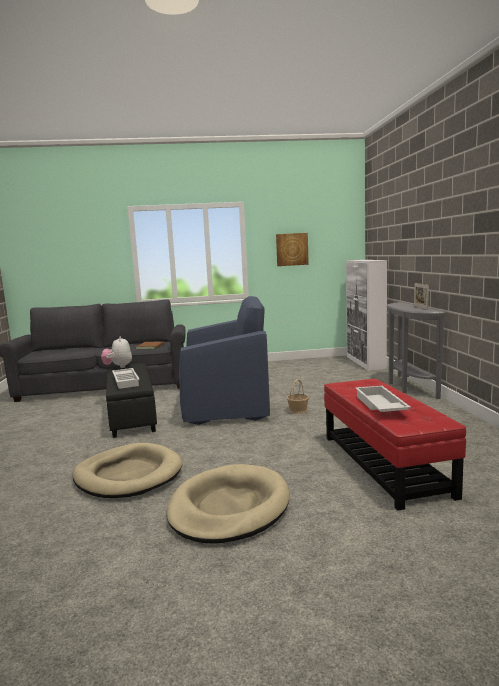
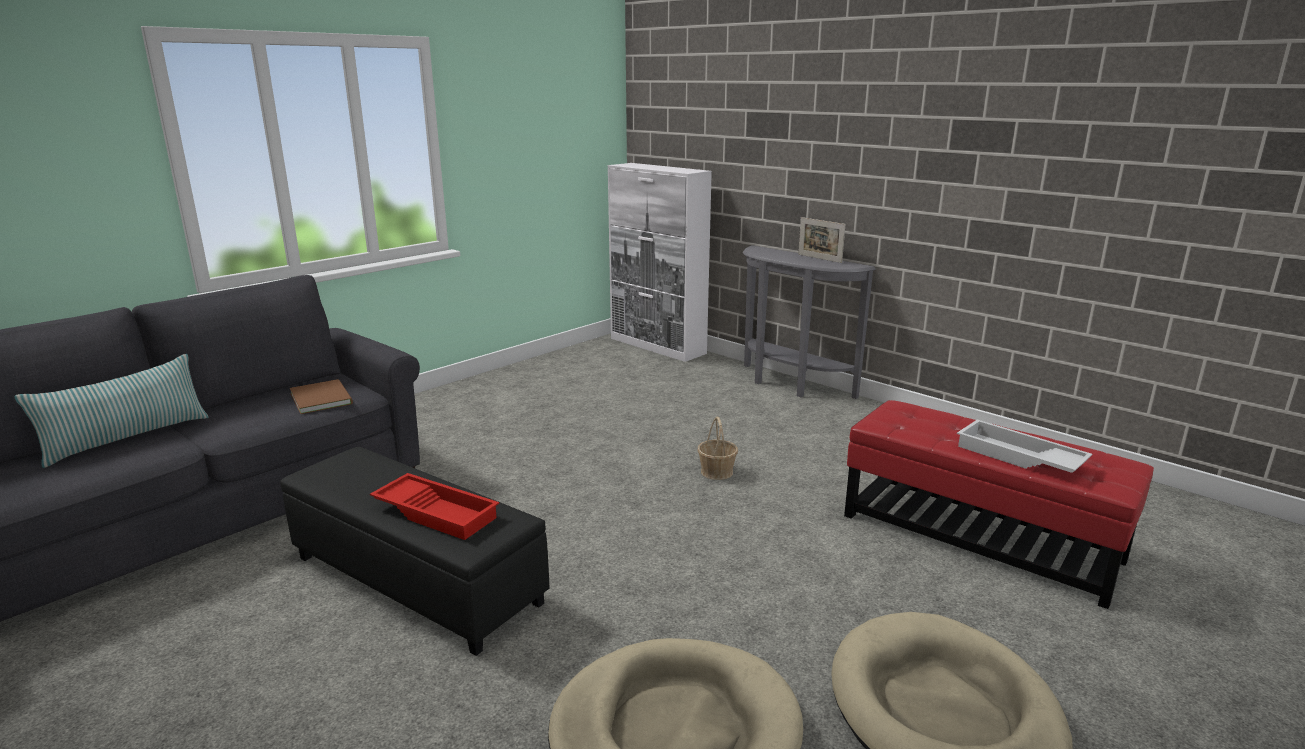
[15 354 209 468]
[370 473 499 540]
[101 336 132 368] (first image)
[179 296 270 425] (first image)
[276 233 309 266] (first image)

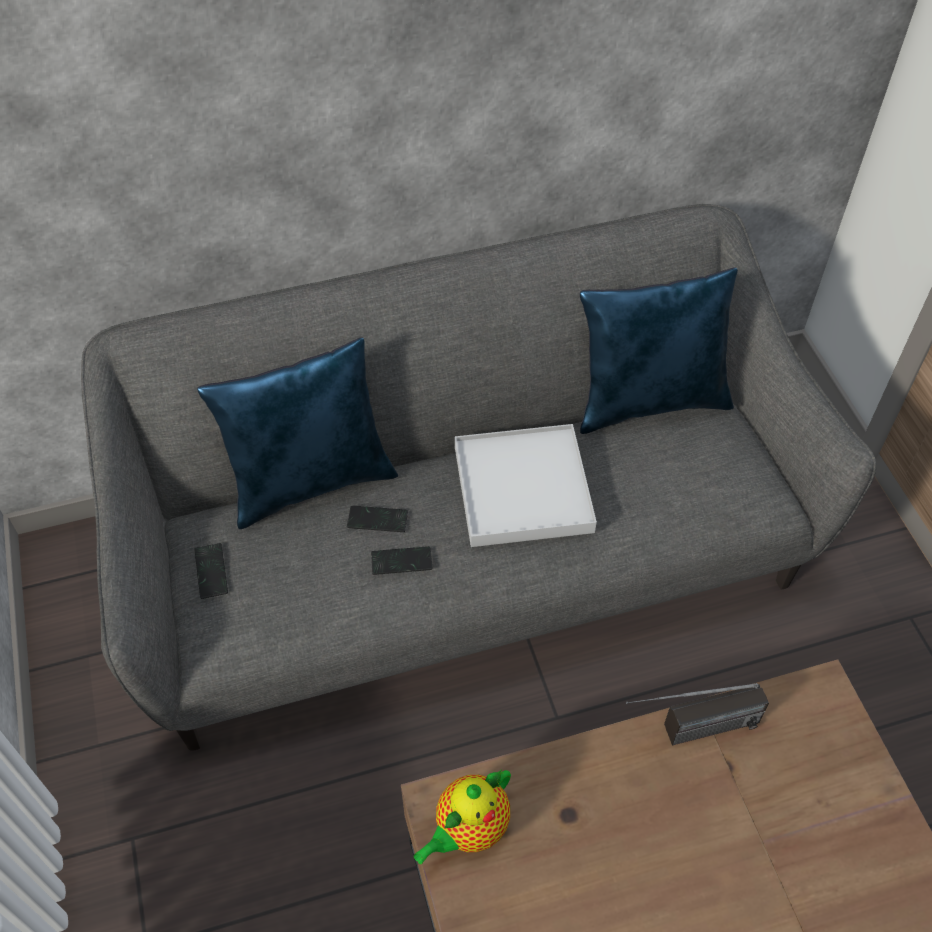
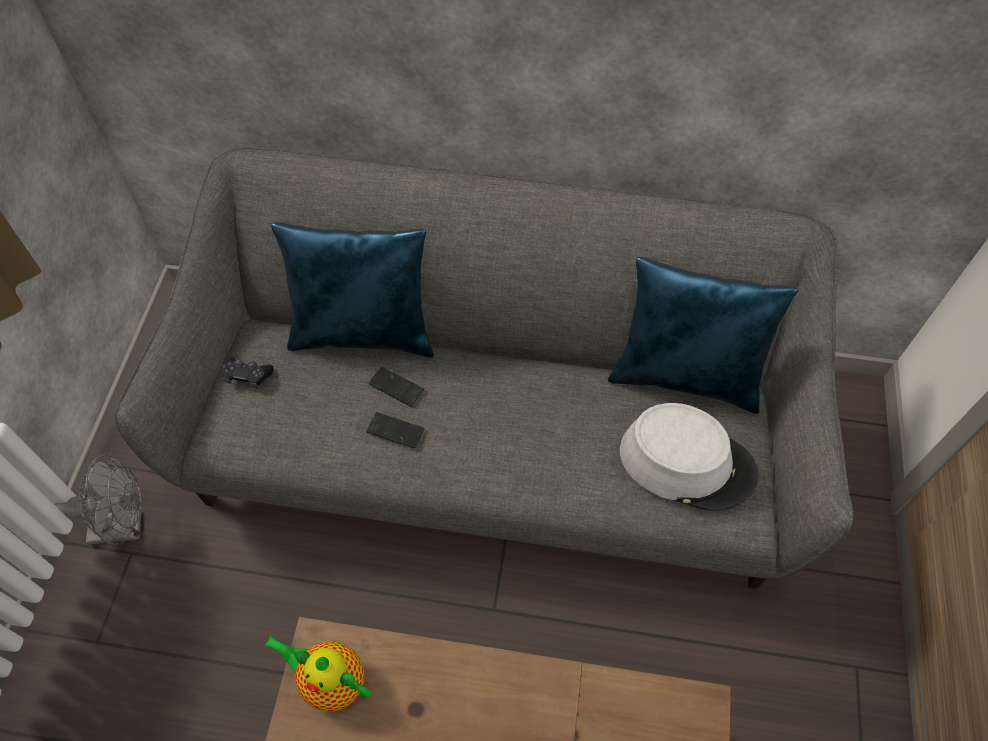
[54 454 142 546]
[221 358 274 388]
[265 636 371 712]
[620 403 759 511]
[455 424 597 547] (first image)
[626 683 769 745] (first image)

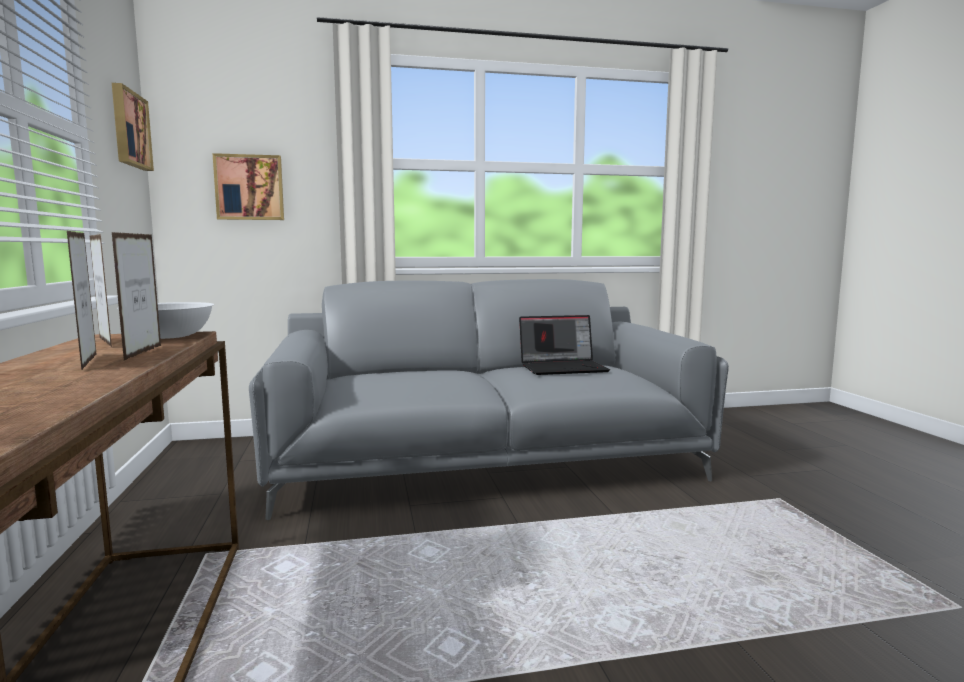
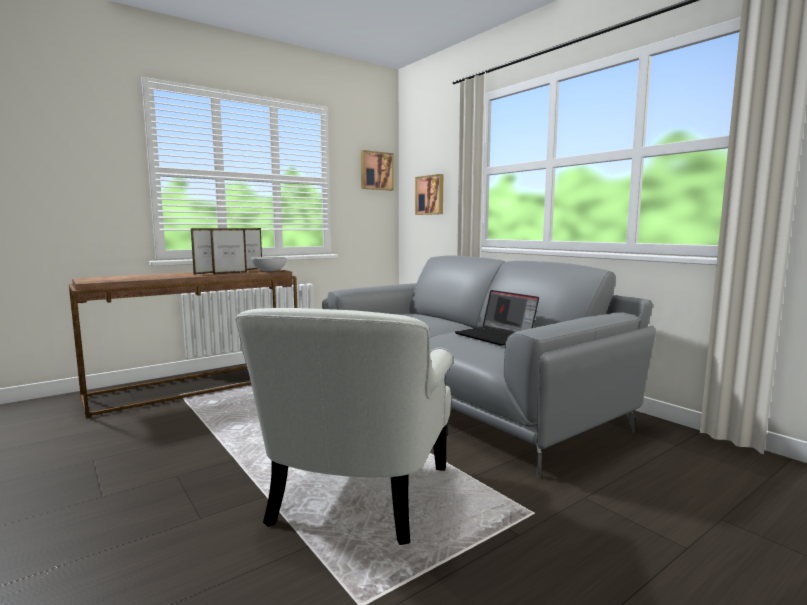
[235 308 454 545]

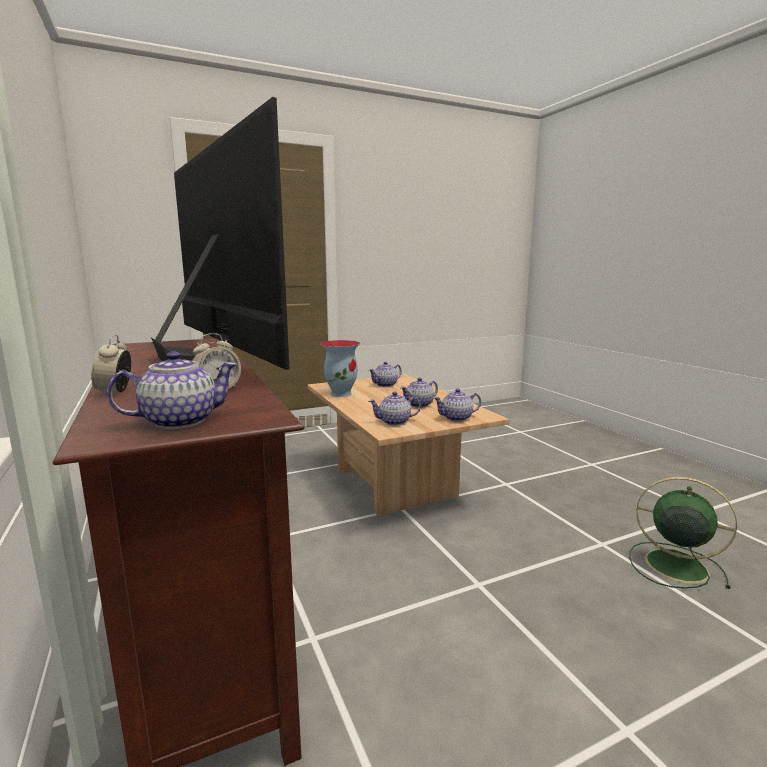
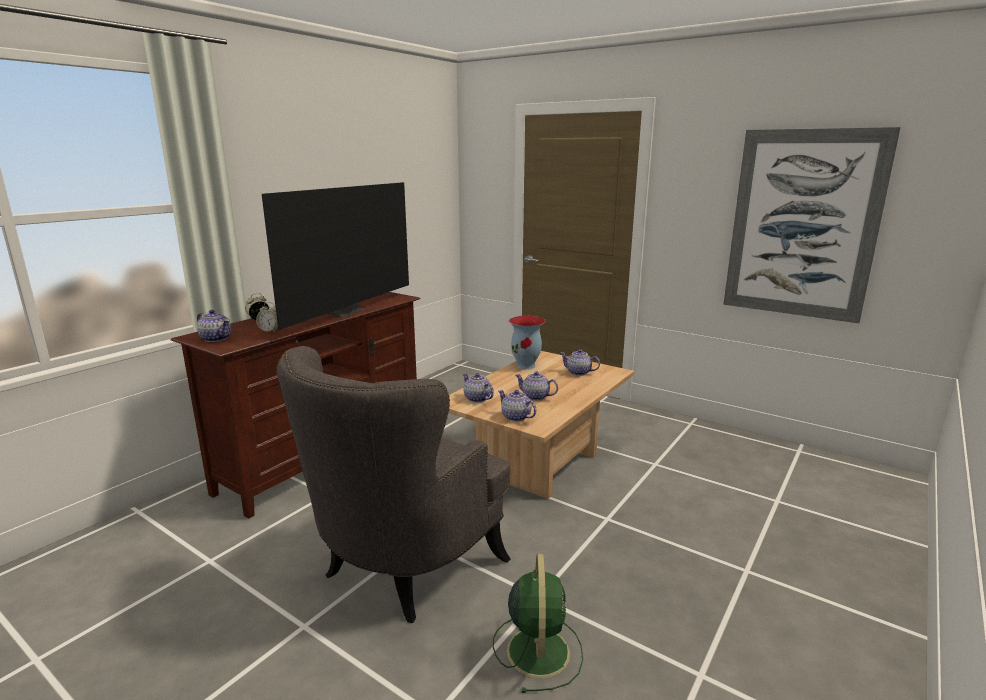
[276 346 511 623]
[723 127 901 323]

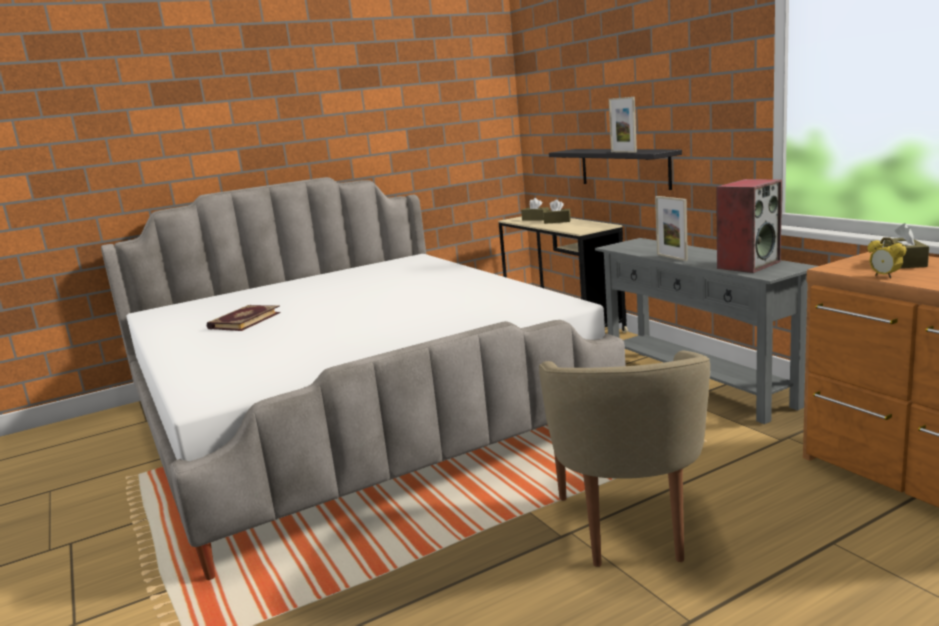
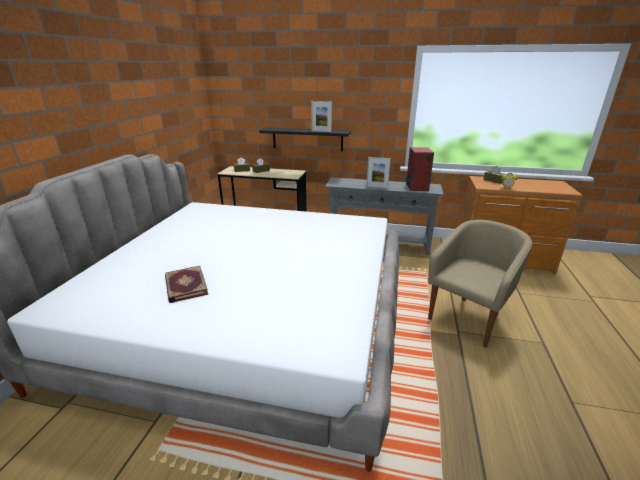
[428 220 532 347]

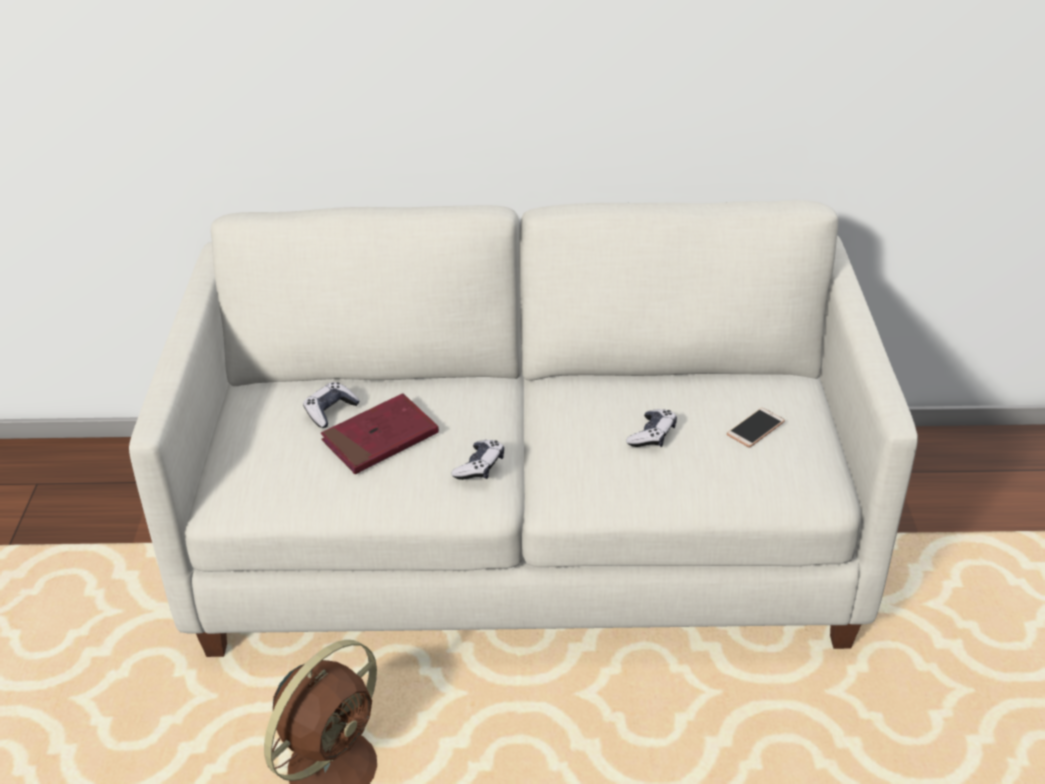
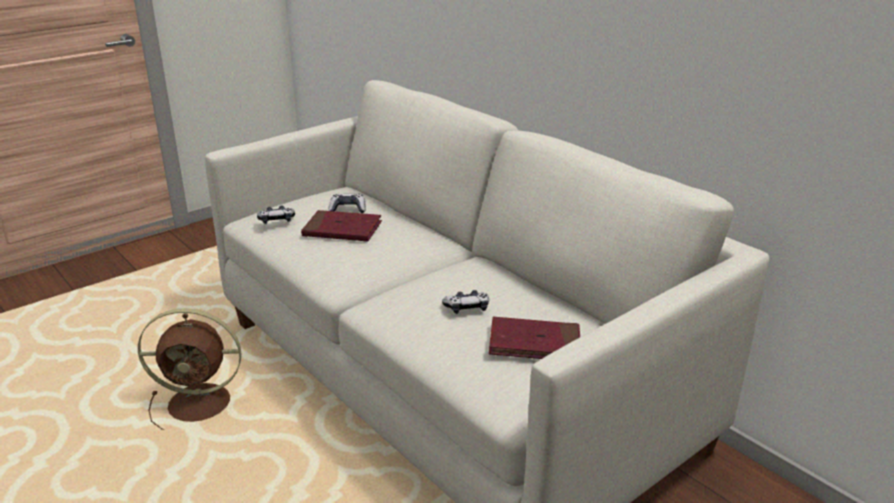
[257 206 295 224]
[489 317 580 359]

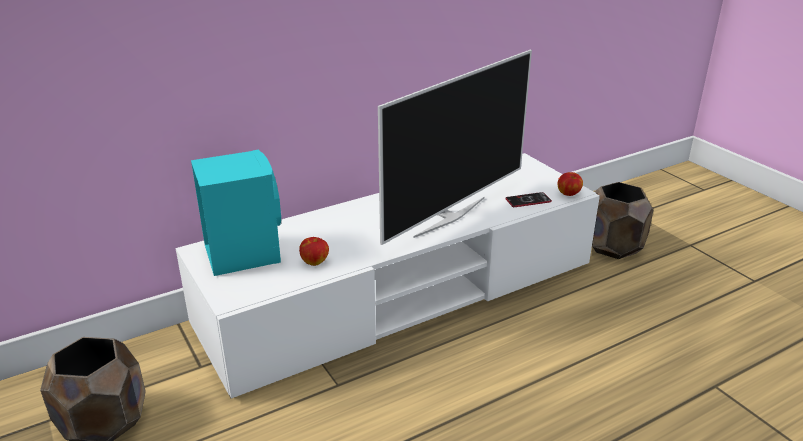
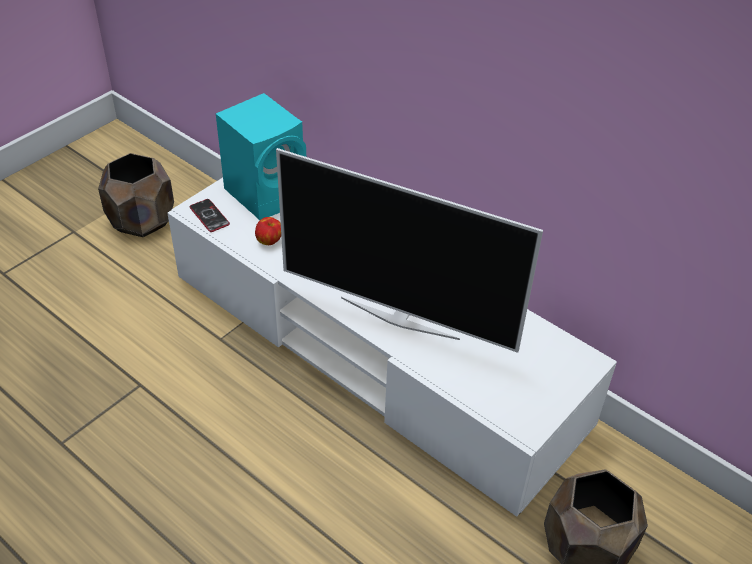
[190 199 230 232]
[558 172 583 196] (first image)

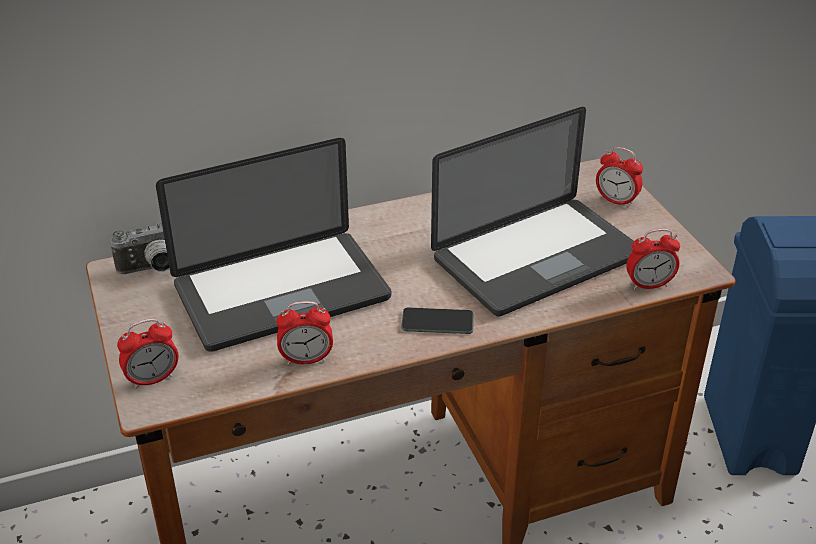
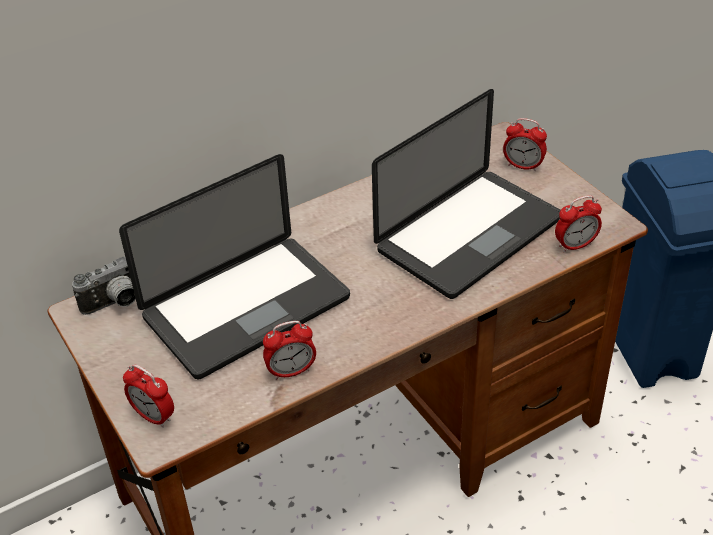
[123 364 174 428]
[401 308 474 334] (first image)

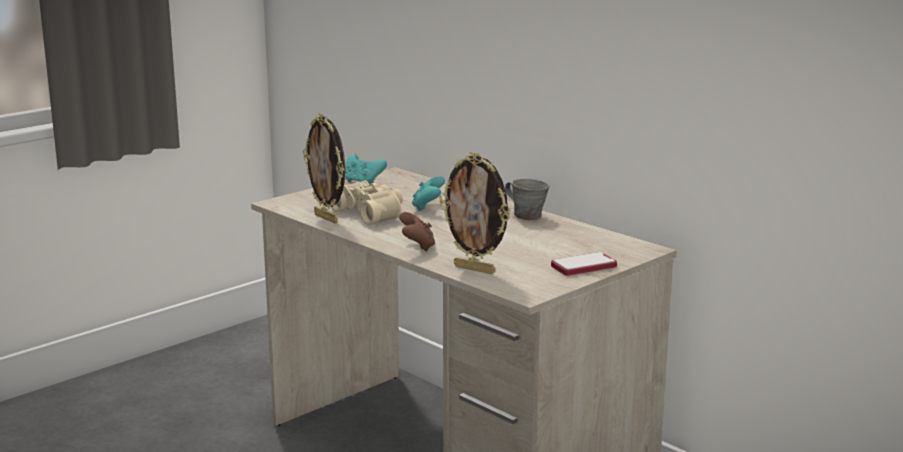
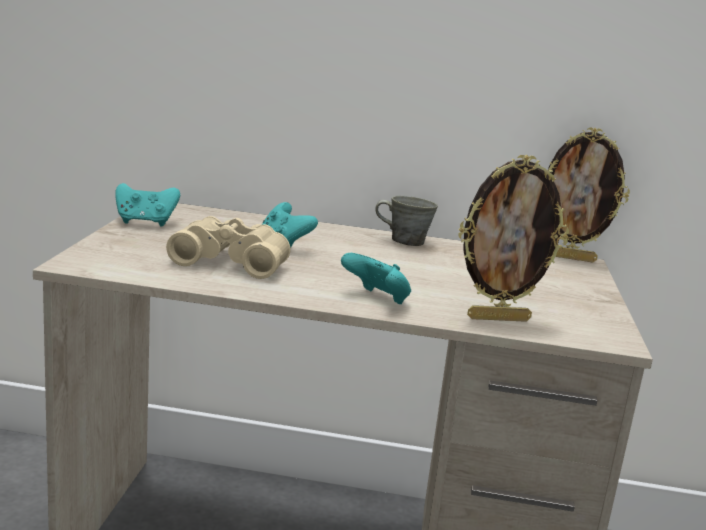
[341 253 411 304]
[548 127 630 263]
[551 252 617 276] (first image)

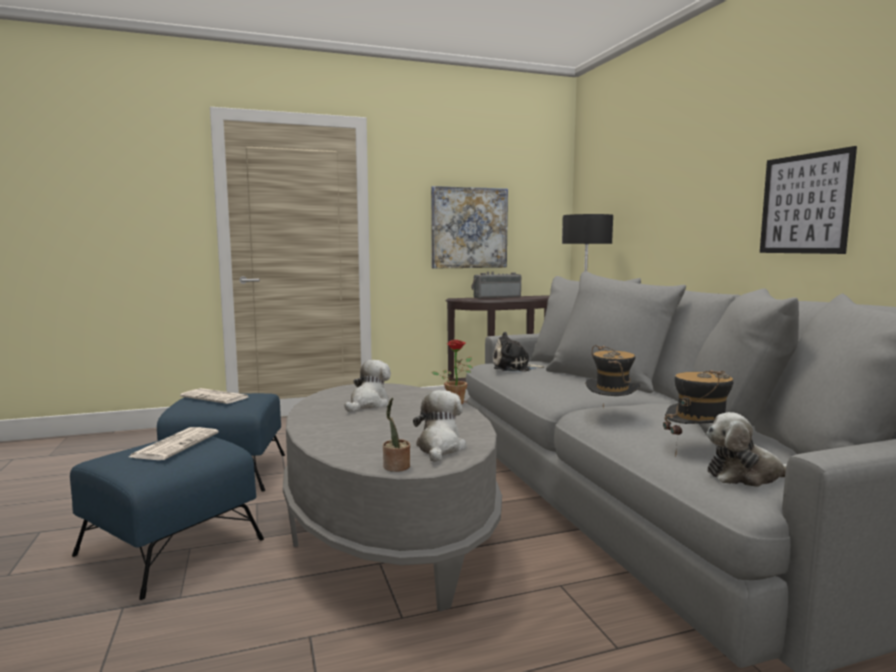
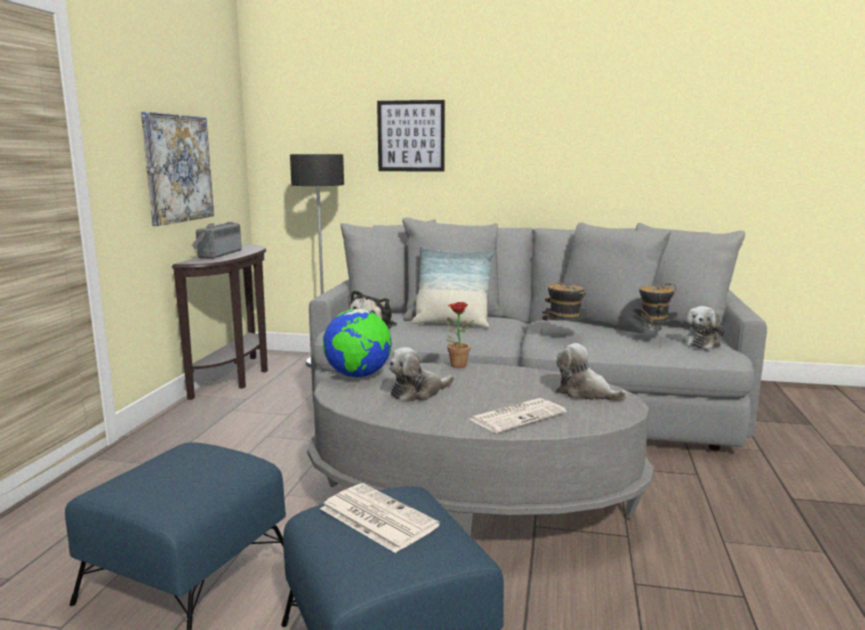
[323 309 392 378]
[377 100 445 172]
[388 347 454 402]
[411 247 495 328]
[470 398 566 433]
[383 397 410 472] (first image)

